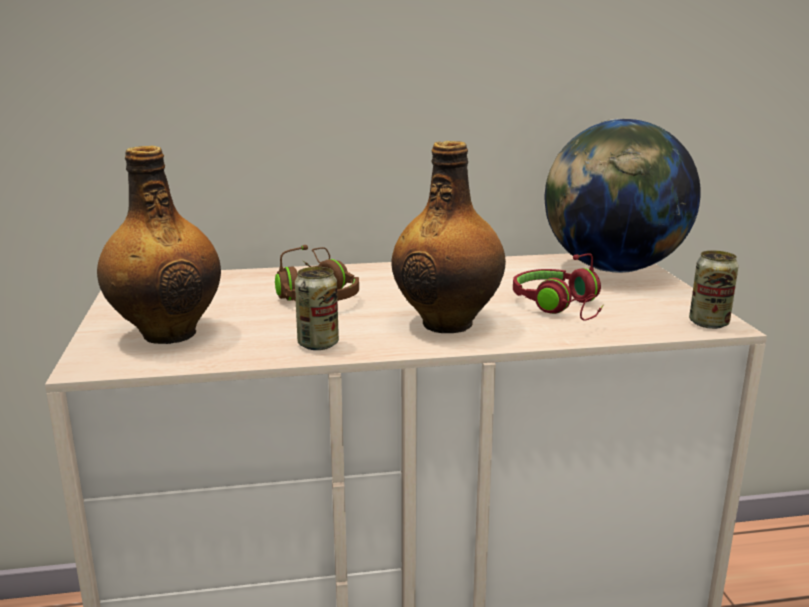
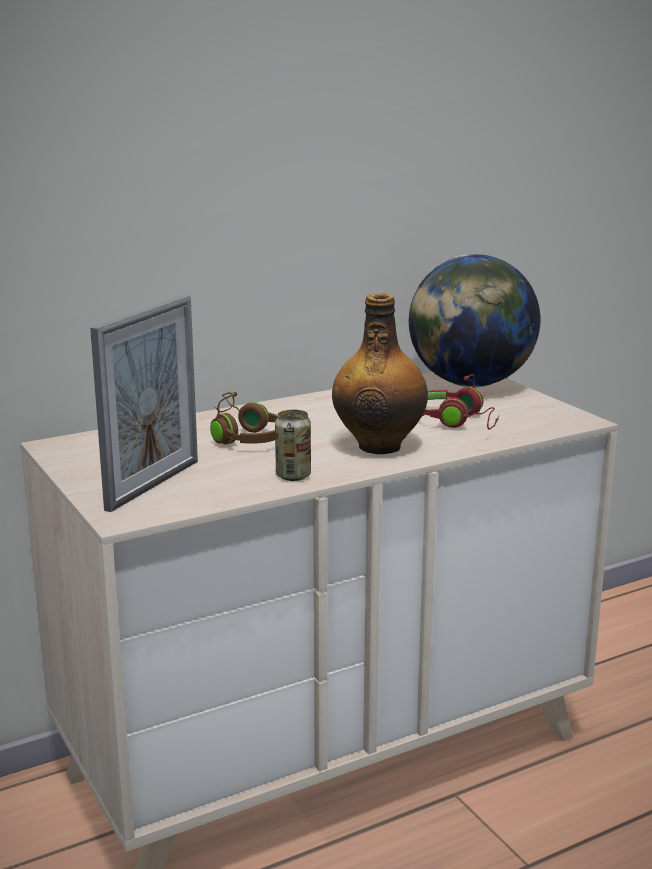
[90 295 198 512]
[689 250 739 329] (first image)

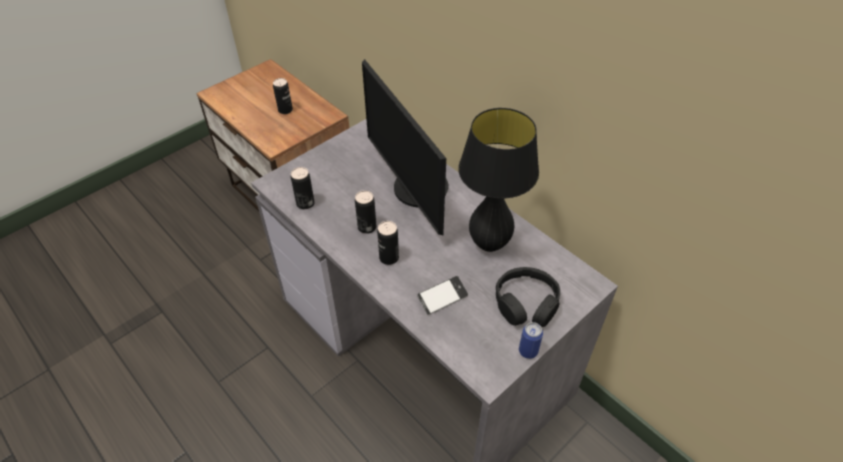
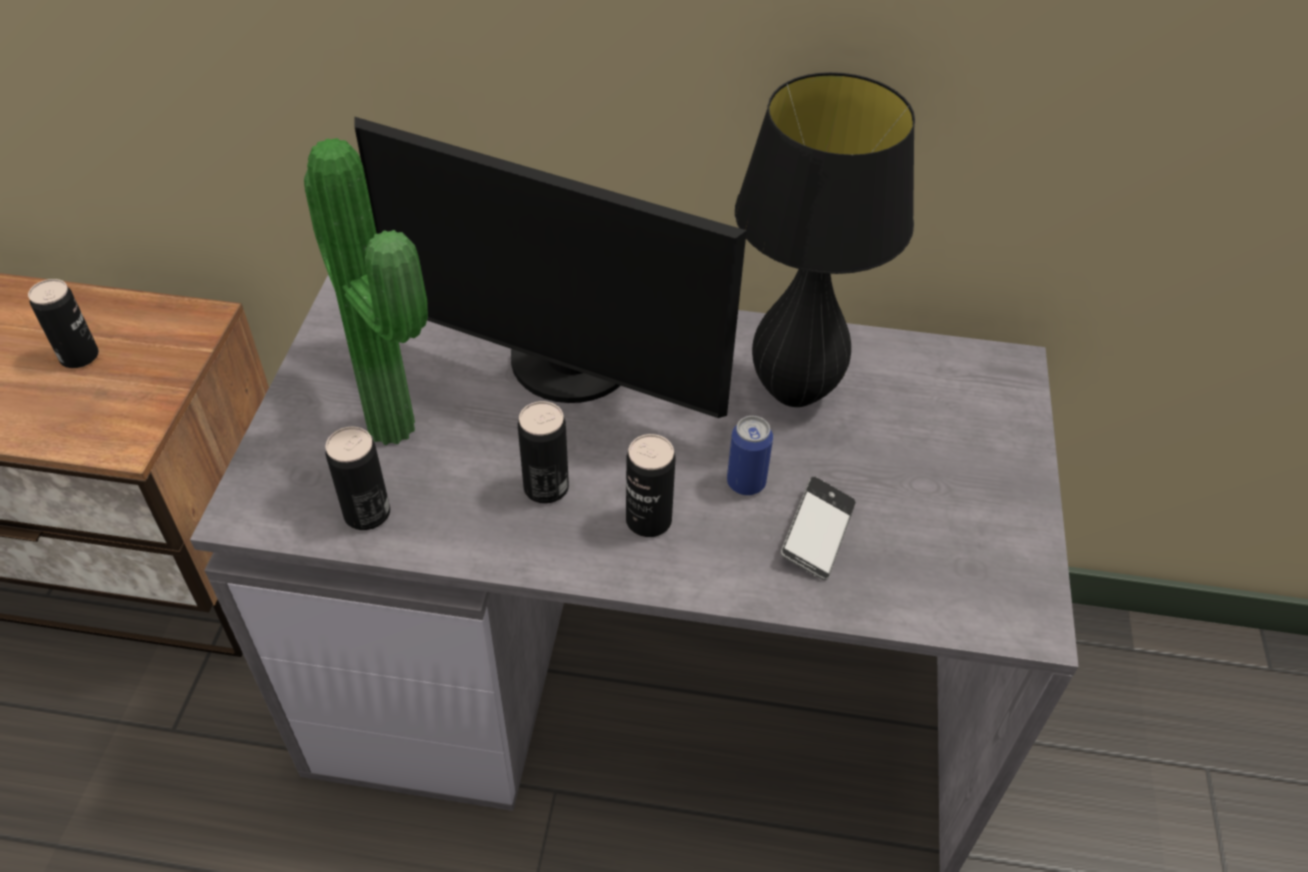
[304 138 428 445]
[727 416 773 496]
[496 267 560 327] (first image)

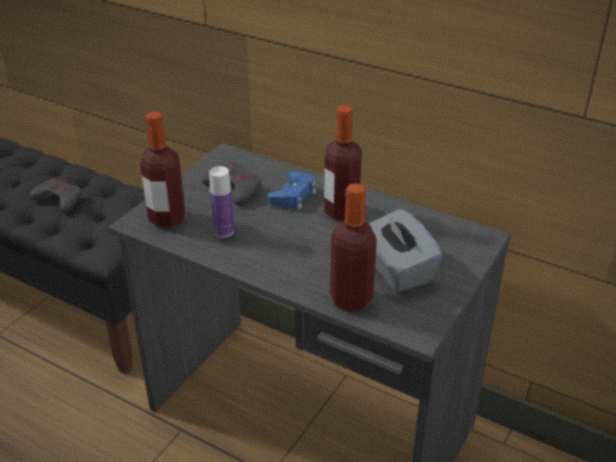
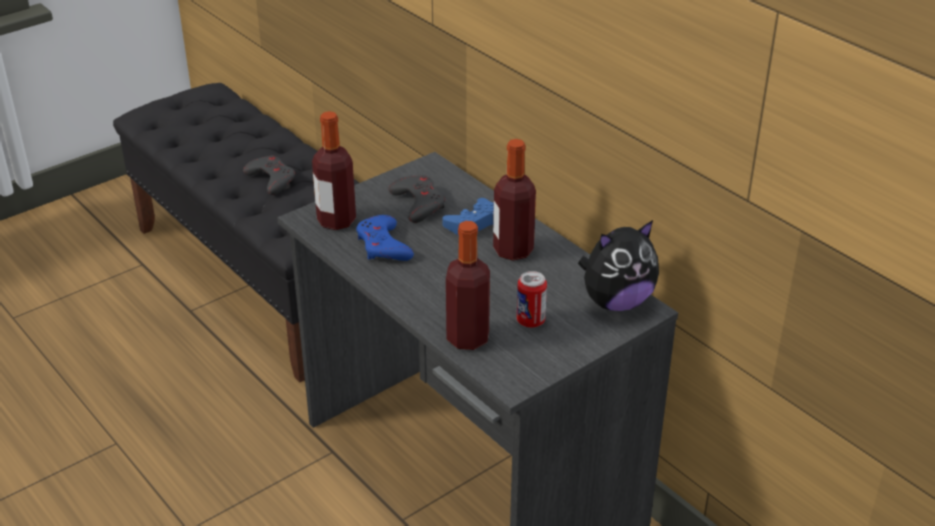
[356 215 414 261]
[517 271 547 327]
[578 220 659 311]

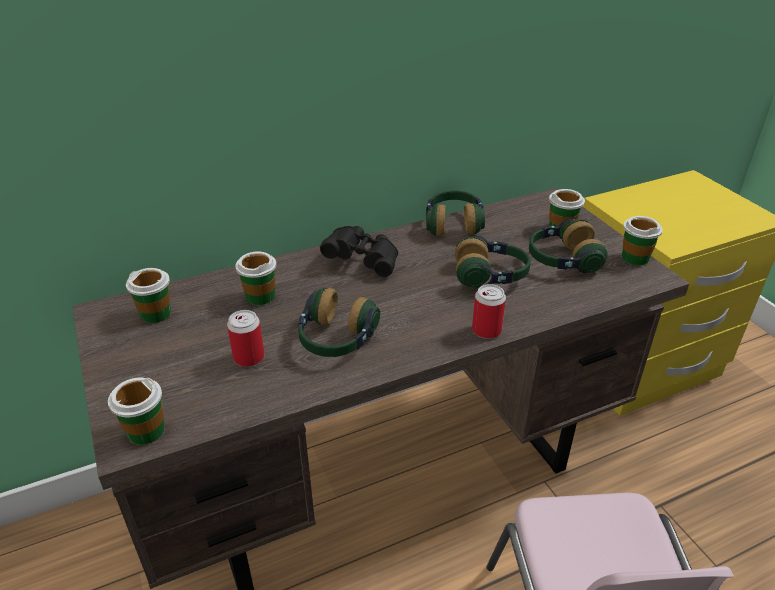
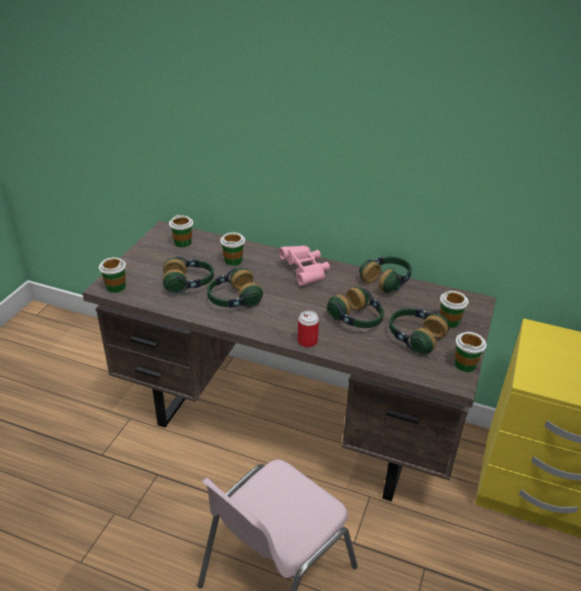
[163 257 214 293]
[279 245 330 286]

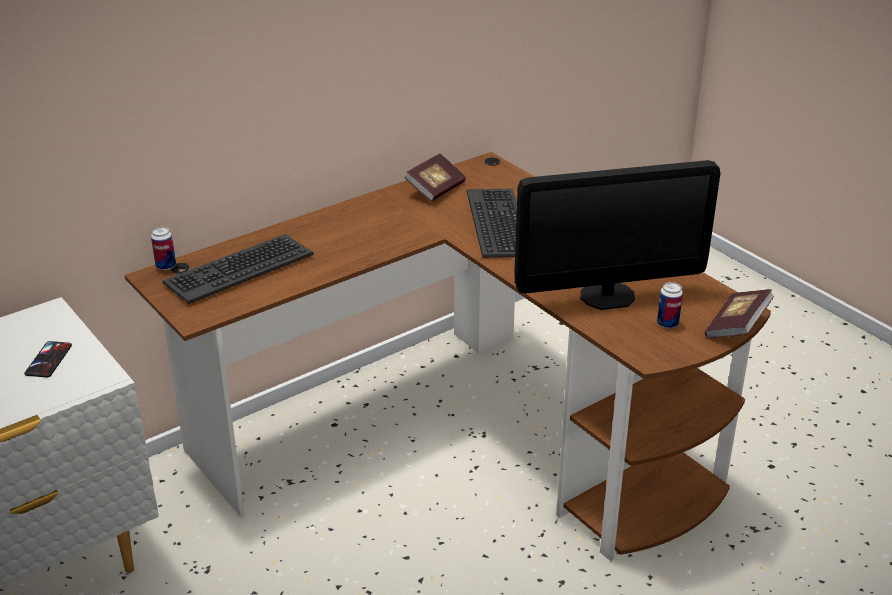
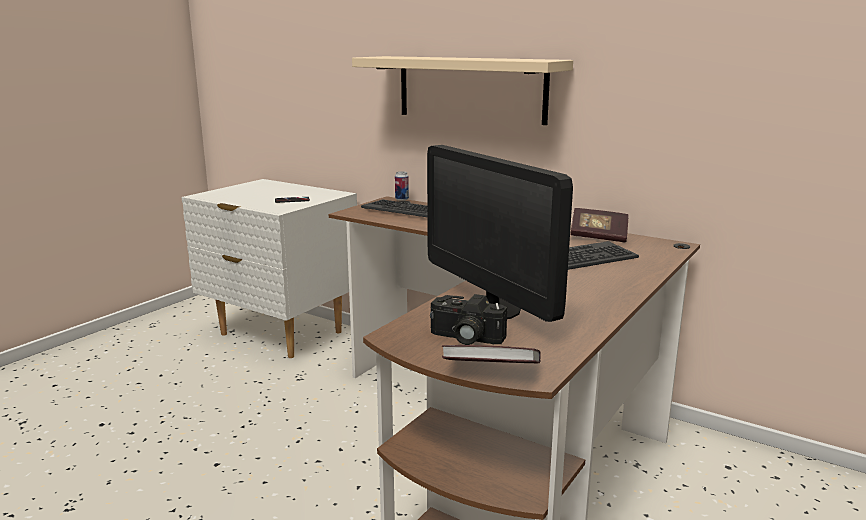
[352 56 573 125]
[430 294 507 345]

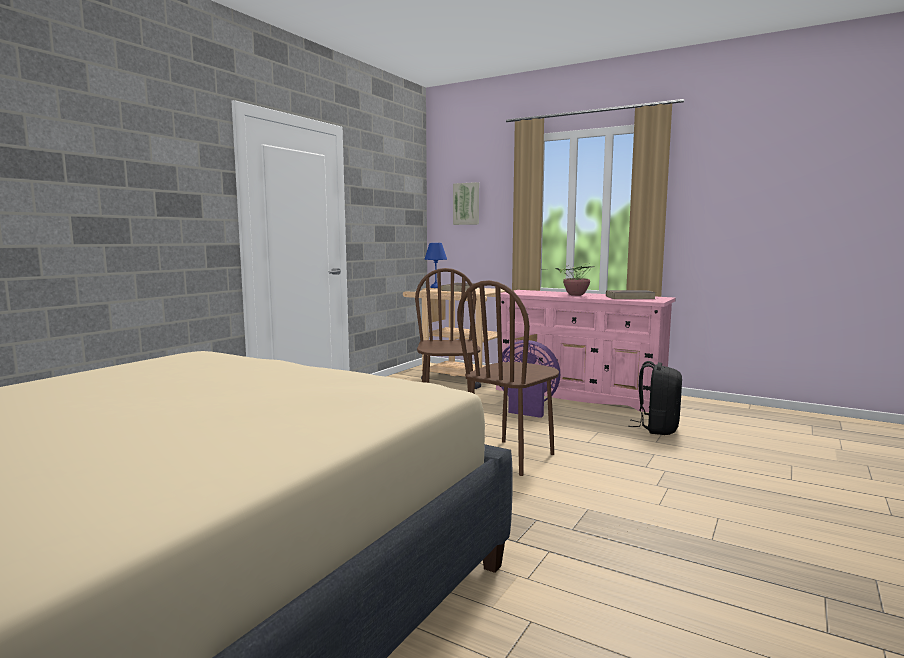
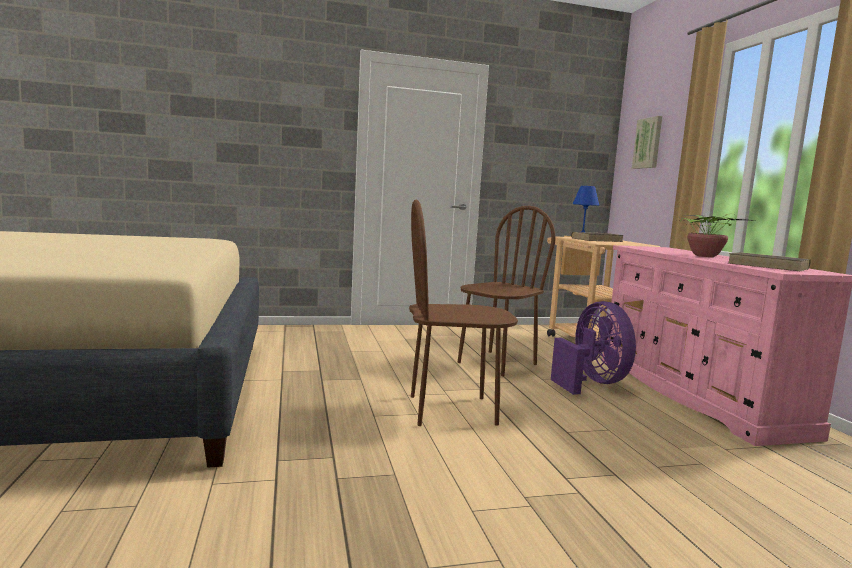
[628 361 682 435] (first image)

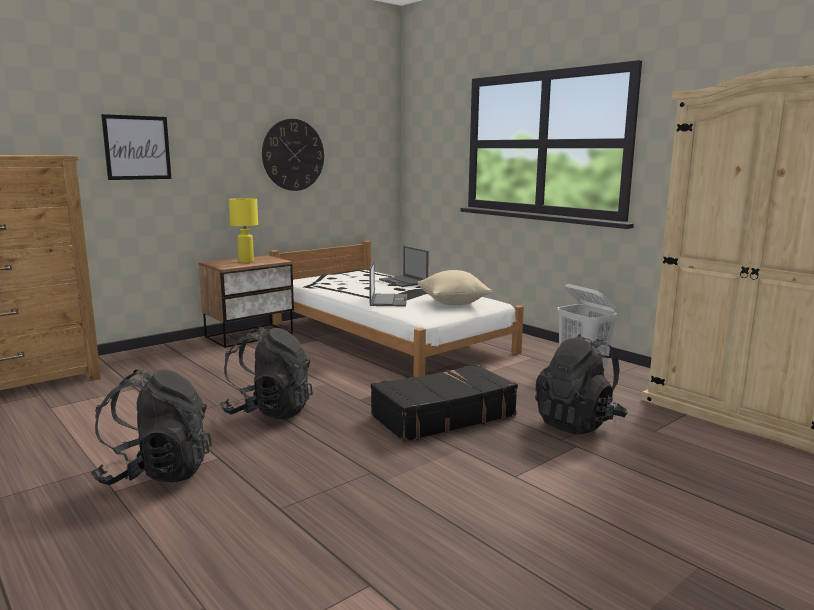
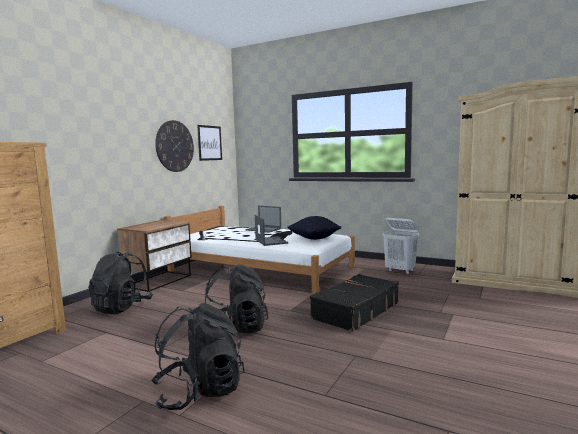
[88 251 153 314]
[197 125 222 161]
[288 216 341 240]
[229 198 258 263] (first image)

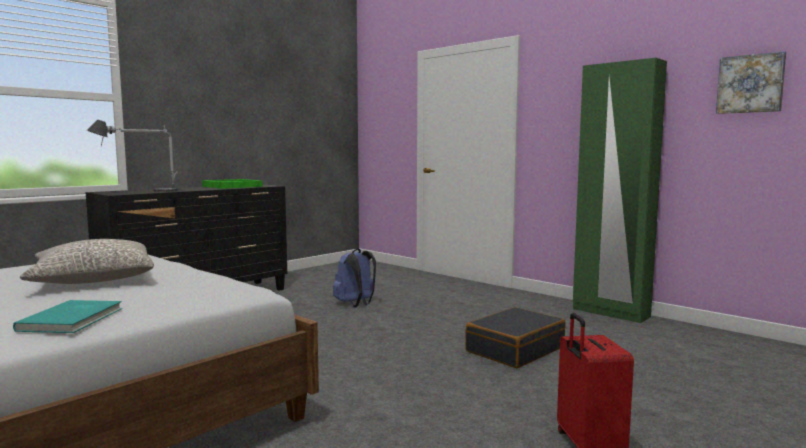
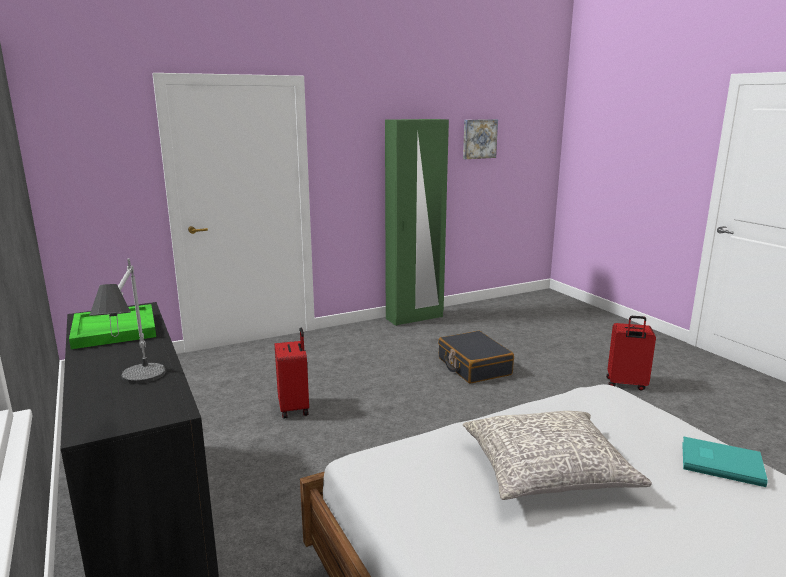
[275 328 309 419]

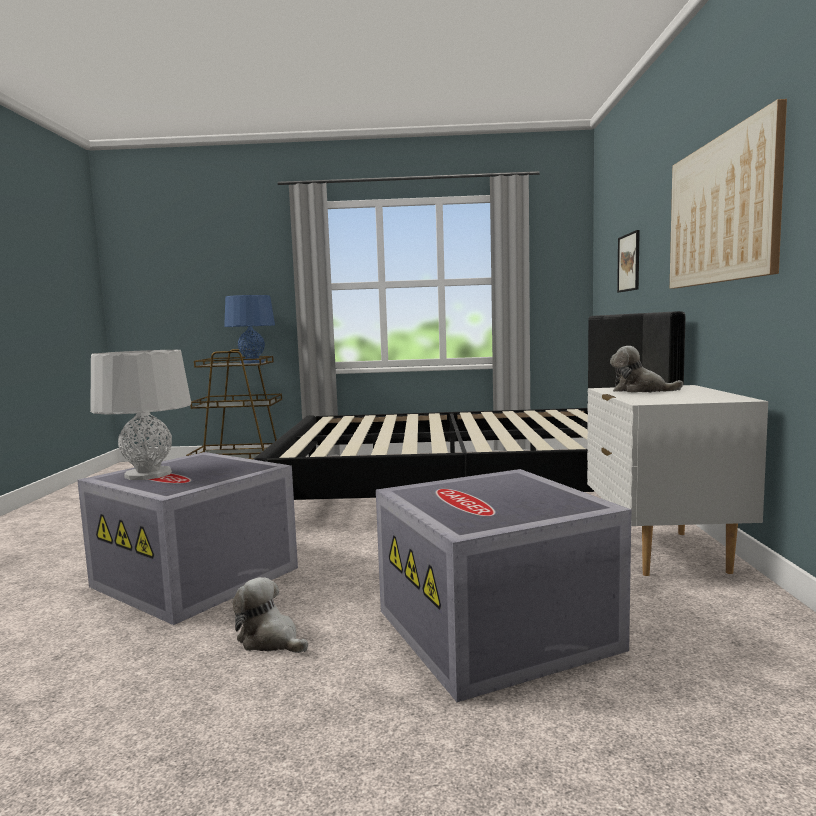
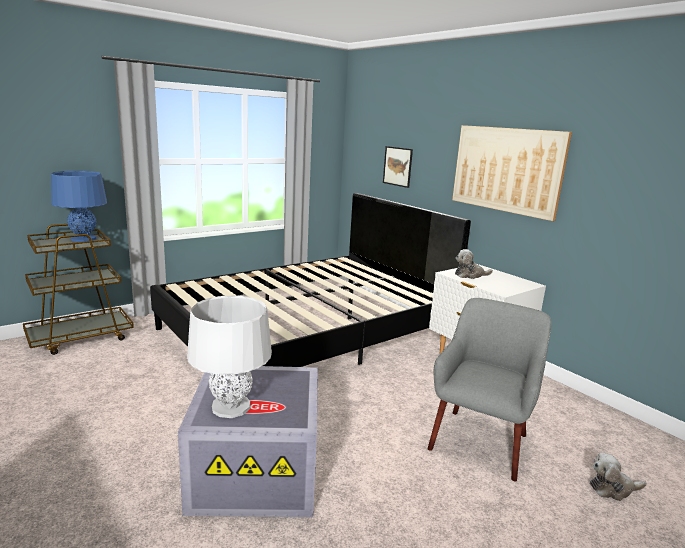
[428 298 551 481]
[590 453 646 501]

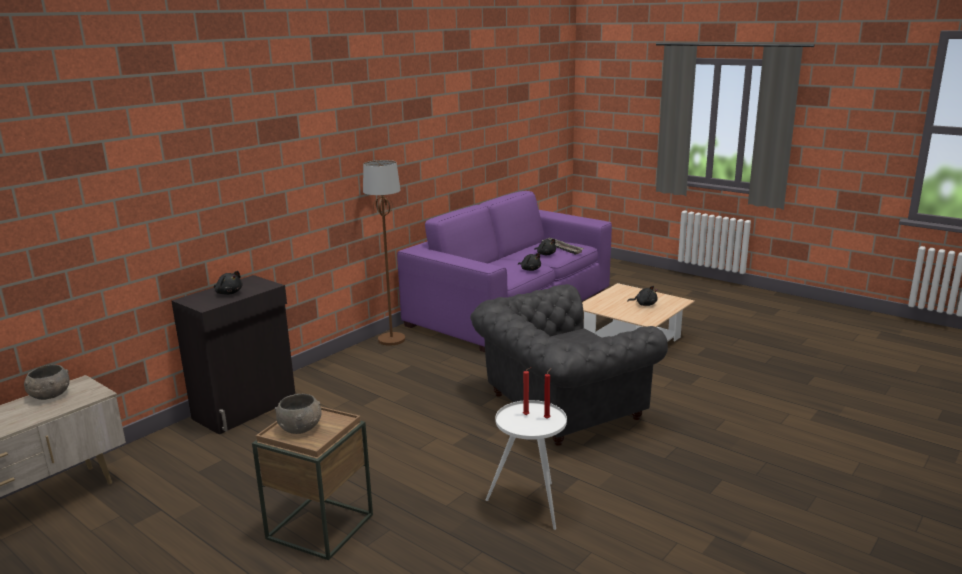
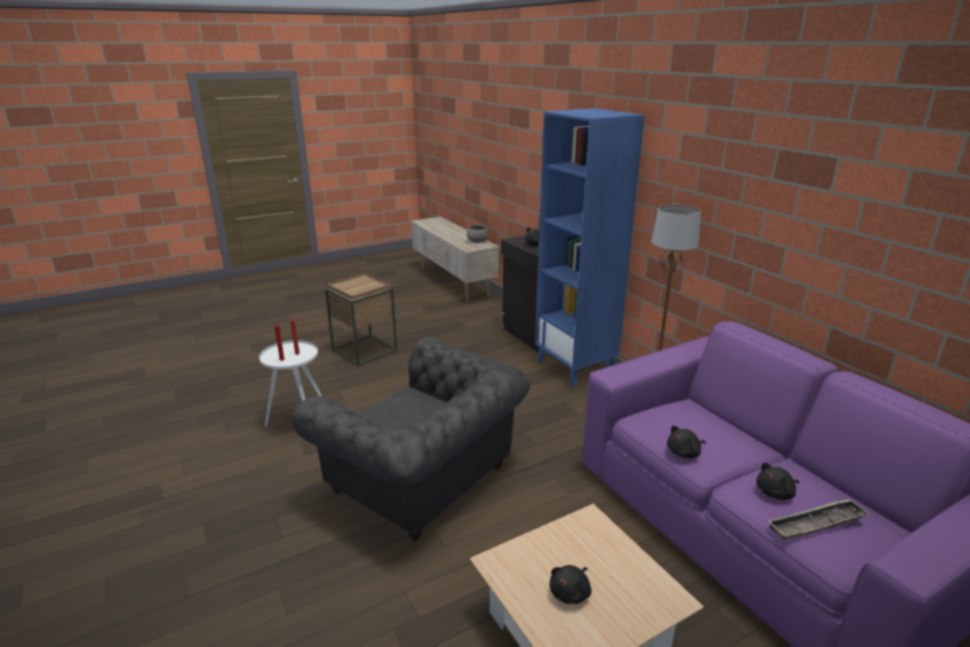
[292 337 530 541]
[535 108 645 387]
[275 394 322 434] (first image)

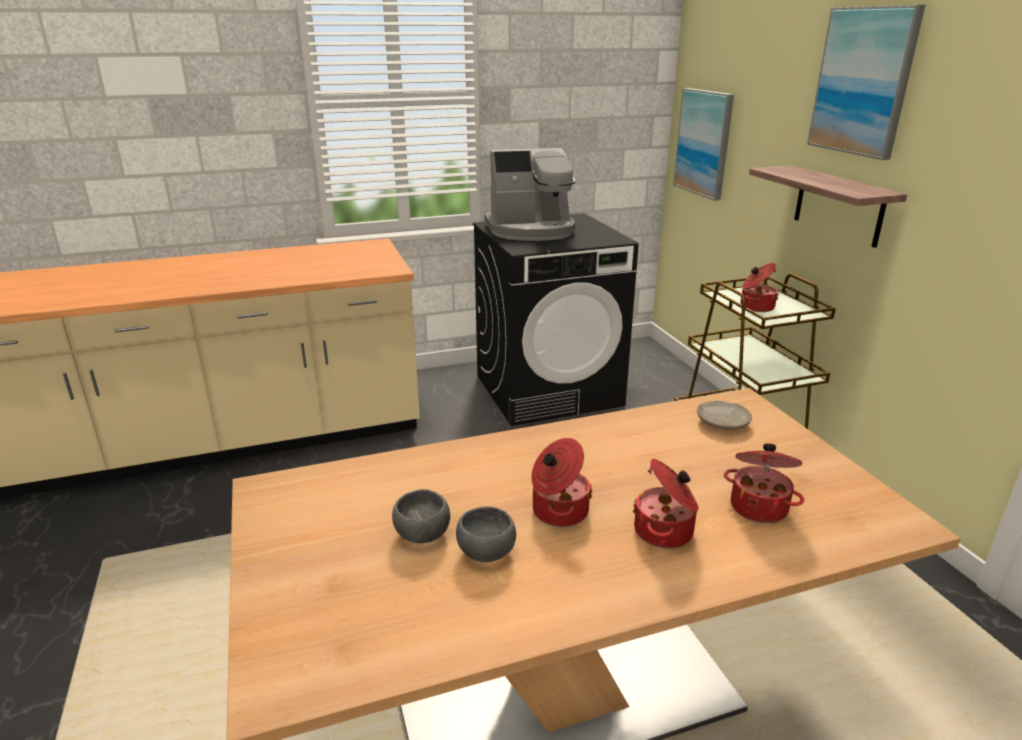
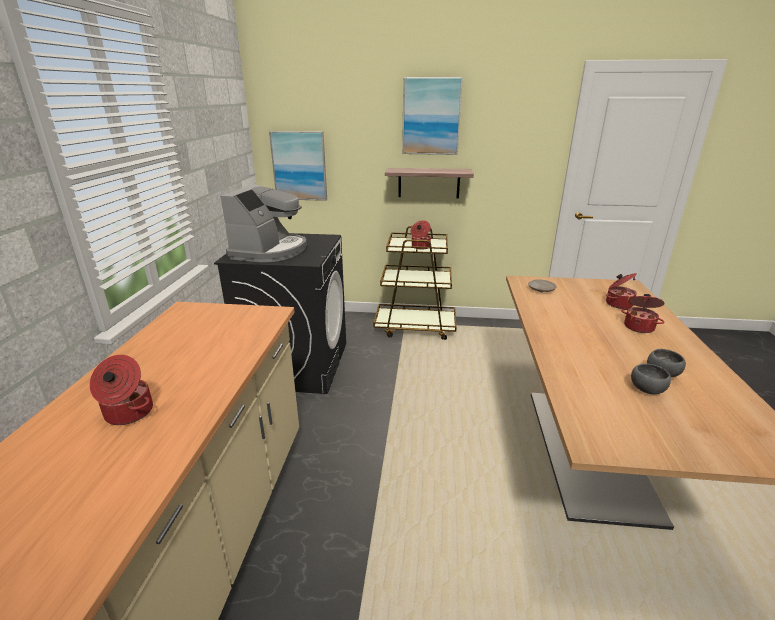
[89 355 153 425]

